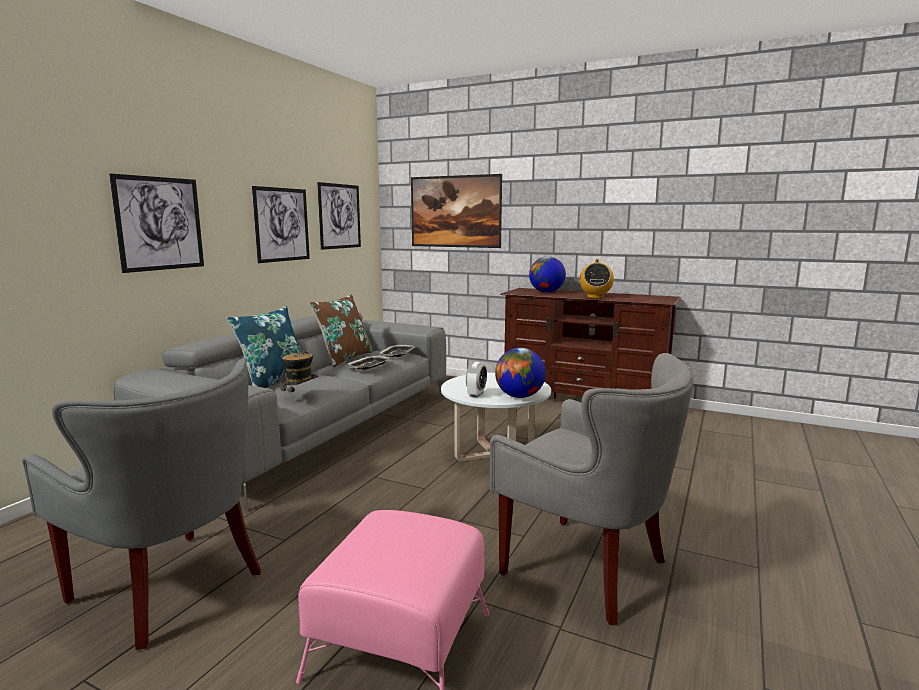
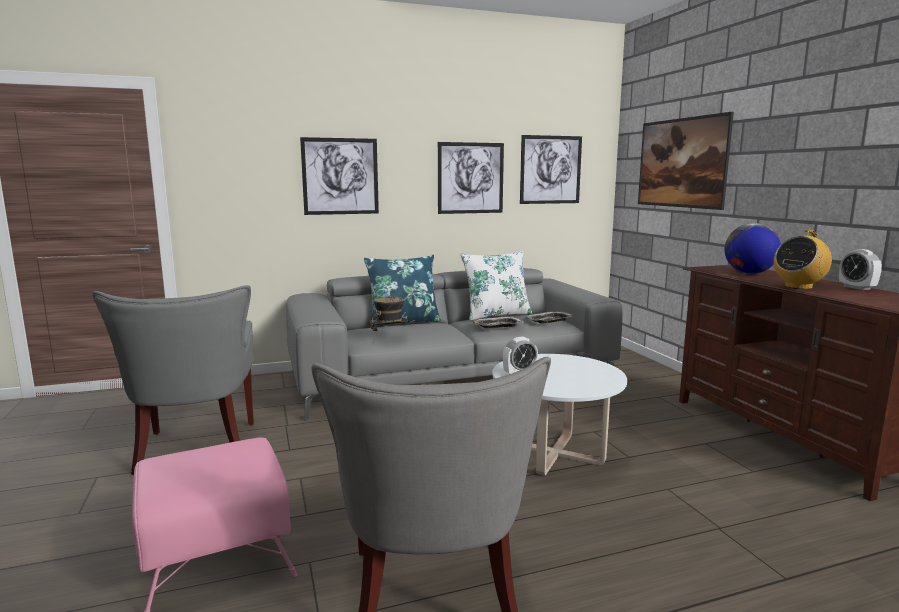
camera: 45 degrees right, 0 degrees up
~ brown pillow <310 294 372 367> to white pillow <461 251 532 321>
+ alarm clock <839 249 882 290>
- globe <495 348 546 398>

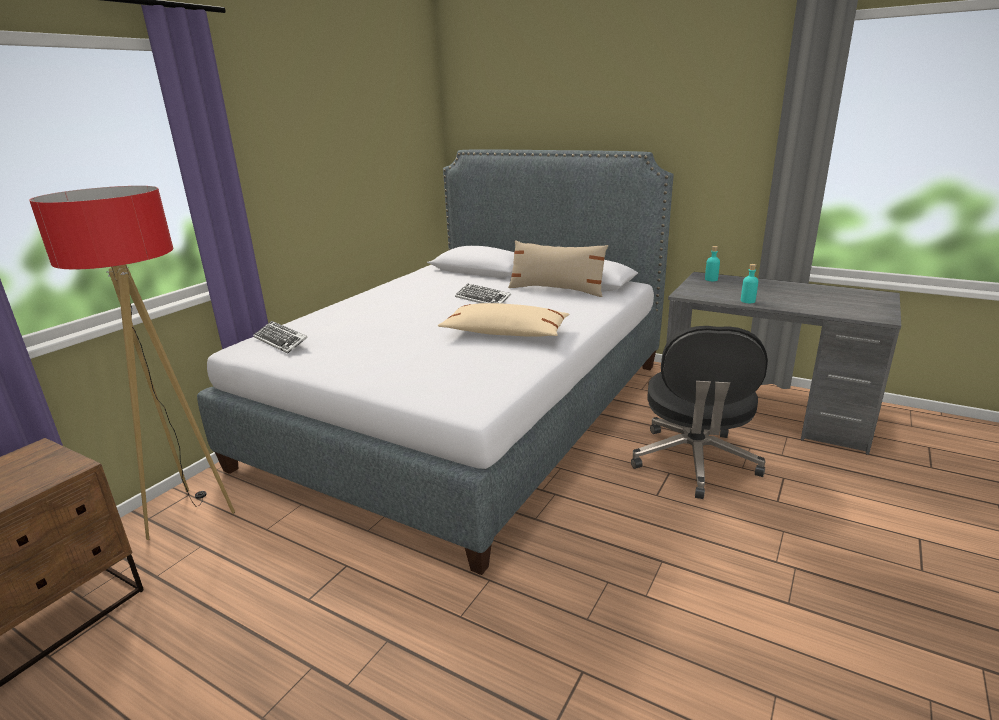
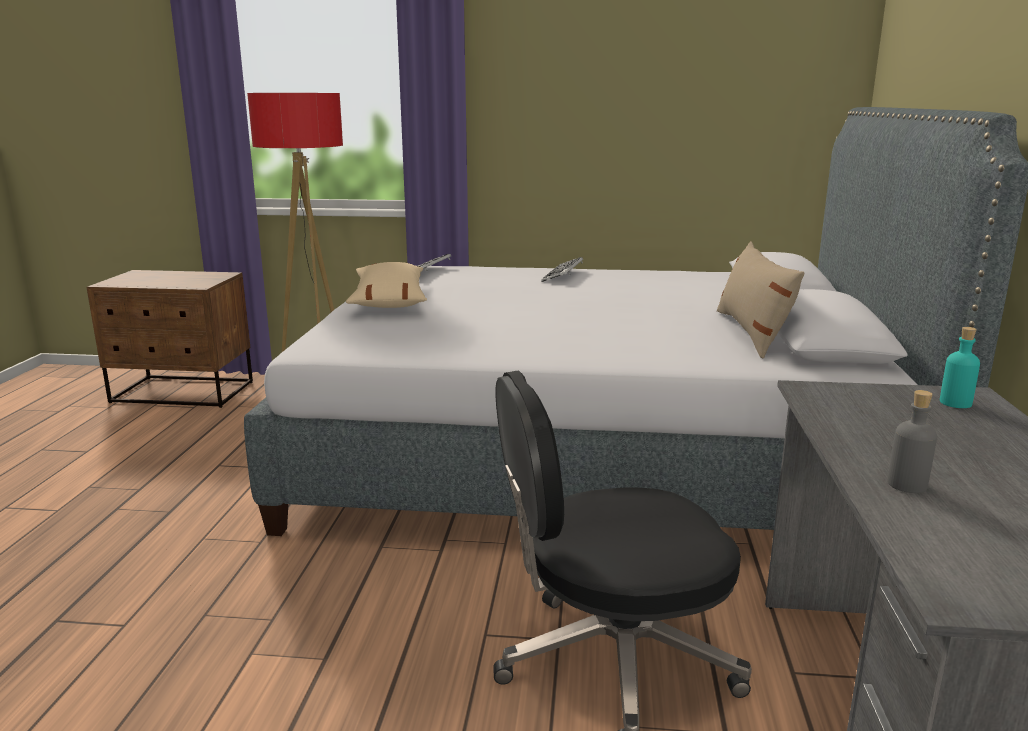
camera: 65 degrees right, 5 degrees down
~ beige pillow <438 303 569 337> to <346 262 427 308>
~ keyboard <455 283 511 303> to <541 257 583 282>
+ grey bottle <887 390 937 493>
- turquoise bottle <741 264 758 303>

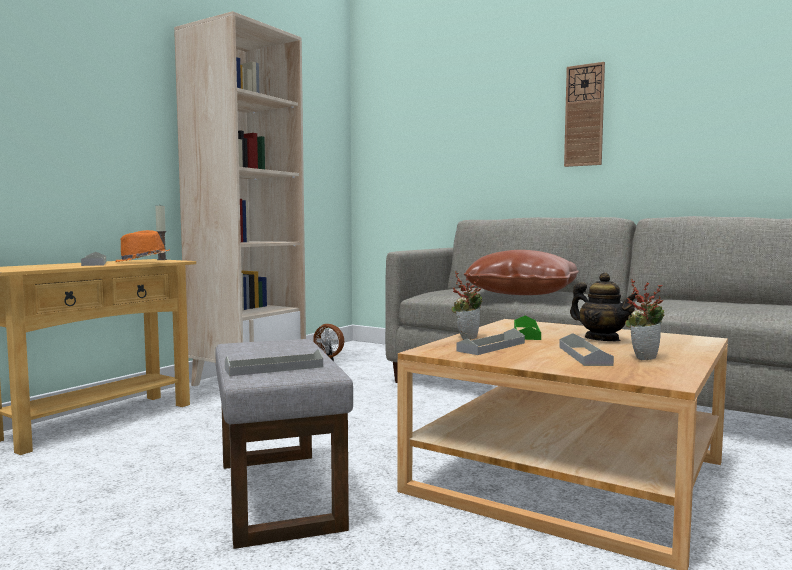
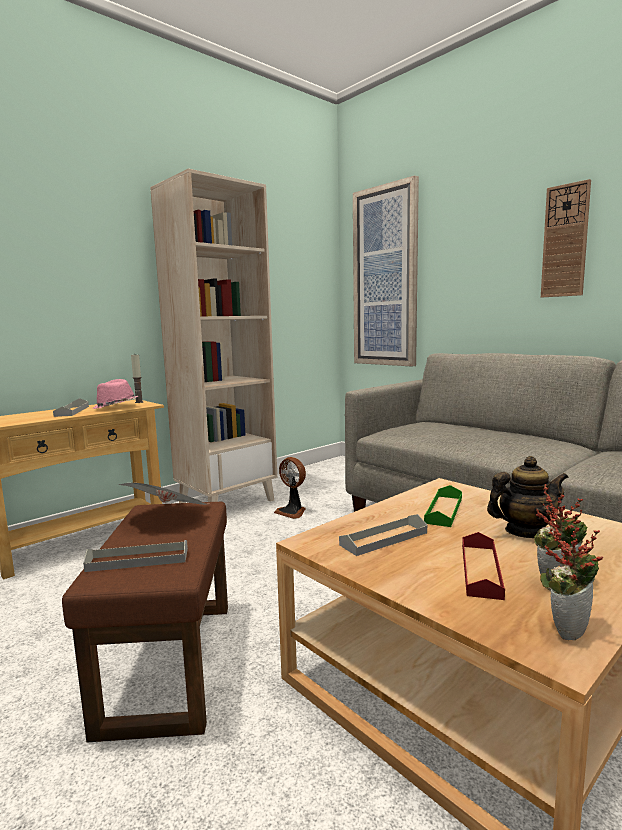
camera: 15 degrees right, 5 degrees up
~ grey ottoman <215 339 353 549> to brown ottoman <62 502 228 743>
~ orange hat <115 230 170 262> to pink hat <92 379 138 409>
+ newspaper <119 483 207 505>
+ picture <353 175 419 367>
~ grey tray <559 333 614 366> to red tray <462 532 505 600>
~ teapot <570 272 638 341> = <487 456 568 538> 75 degrees counterclockwise
~ potted plant <452 271 482 340> to <540 514 603 640>
- brown pillow <464 250 579 295>

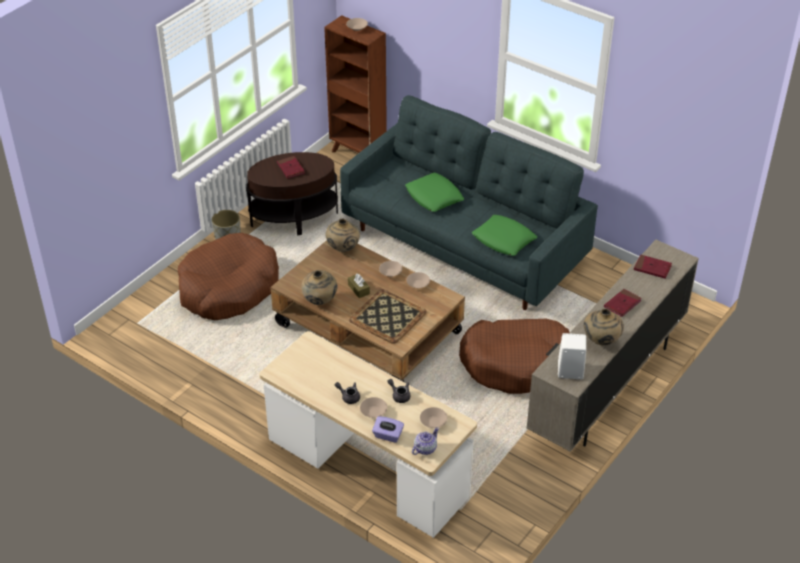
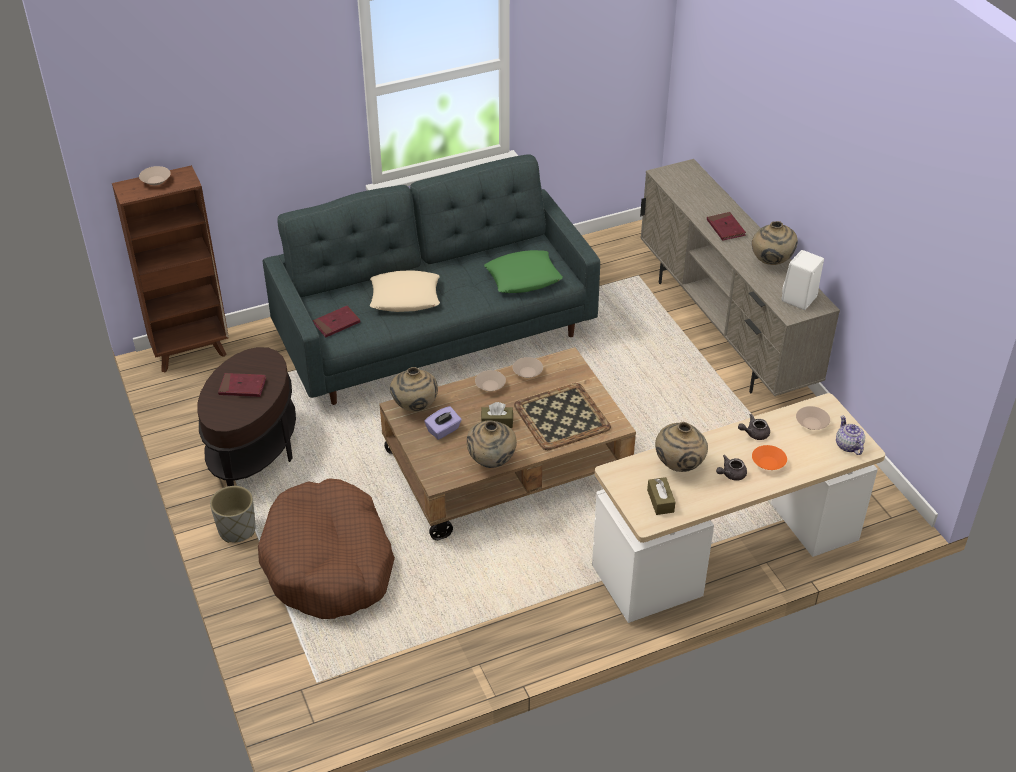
camera: 60 degrees left, 0 degrees up
~ red book <634 255 672 279> to <313 306 360 338>
~ green pillow <405 173 464 212> to beige pillow <370 270 440 312>
~ purple tissue box <372 416 404 443> to <424 406 462 440>
+ brown tissue box <647 477 675 515>
+ beige vase <655 422 708 472>
~ beige bowl <360 397 387 418> to orange bowl <752 445 787 470>
- brown dog bed <459 319 570 394>

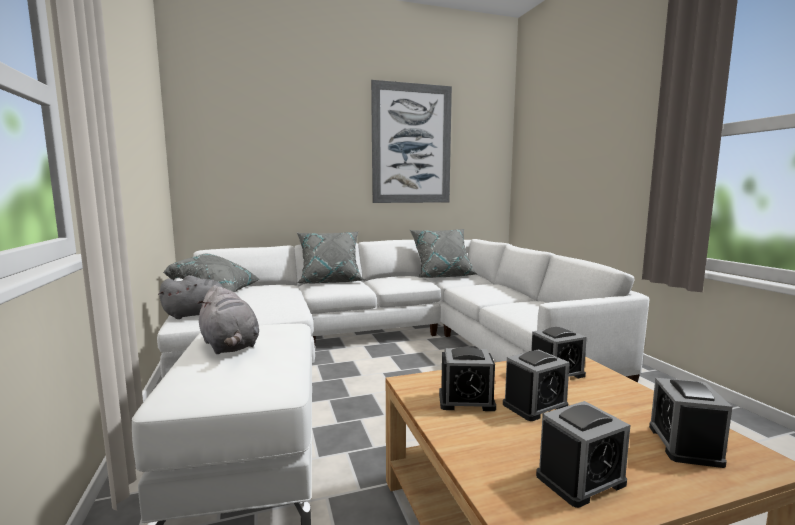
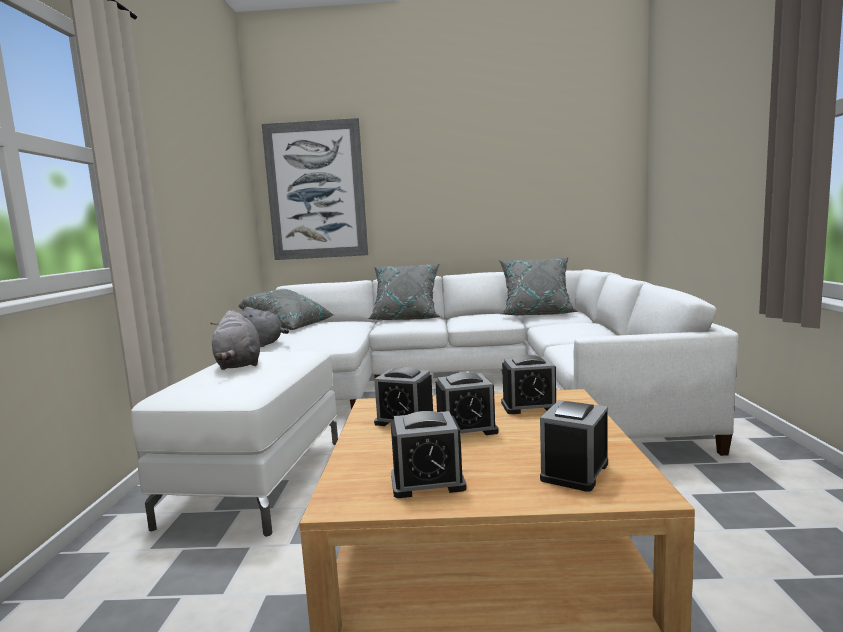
camera: 20 degrees right, 0 degrees up
~ picture <371 80 452 203> to <262 118 368 260>

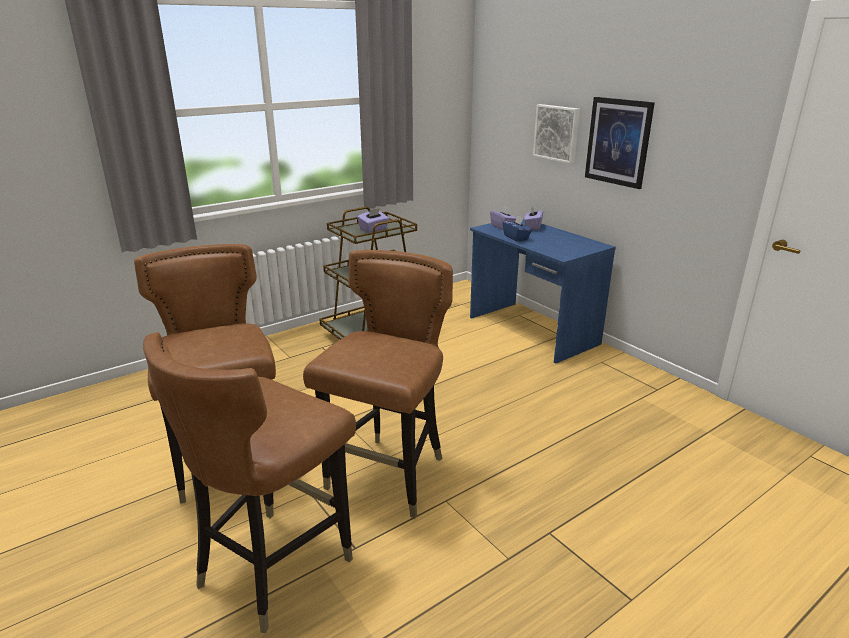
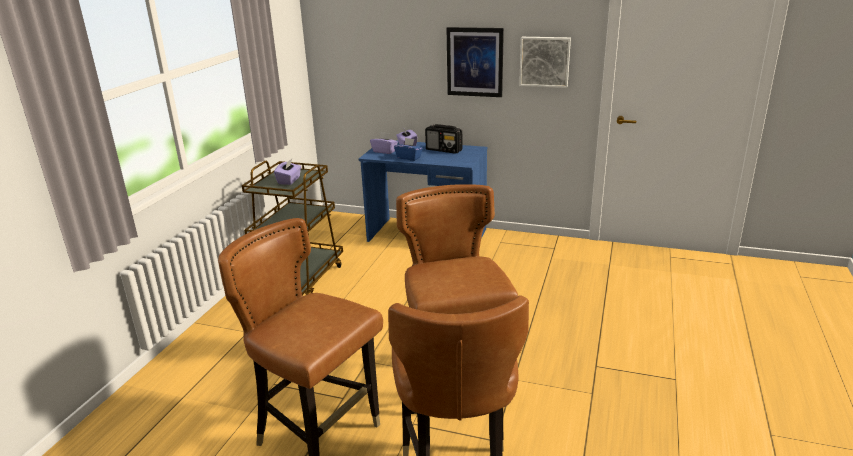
camera: 35 degrees left, 0 degrees up
+ radio <425 124 462 154>
~ picture <533 104 580 164> to <519 37 571 88>

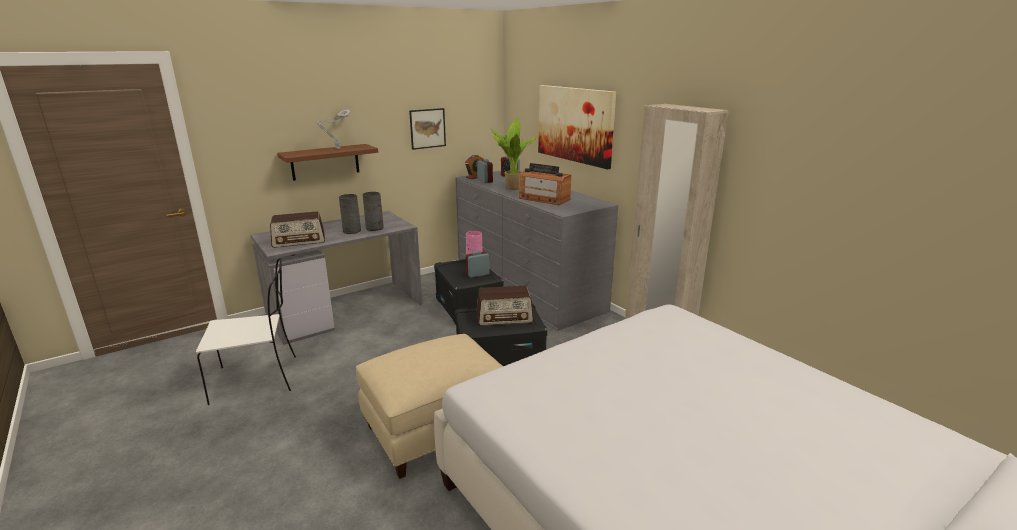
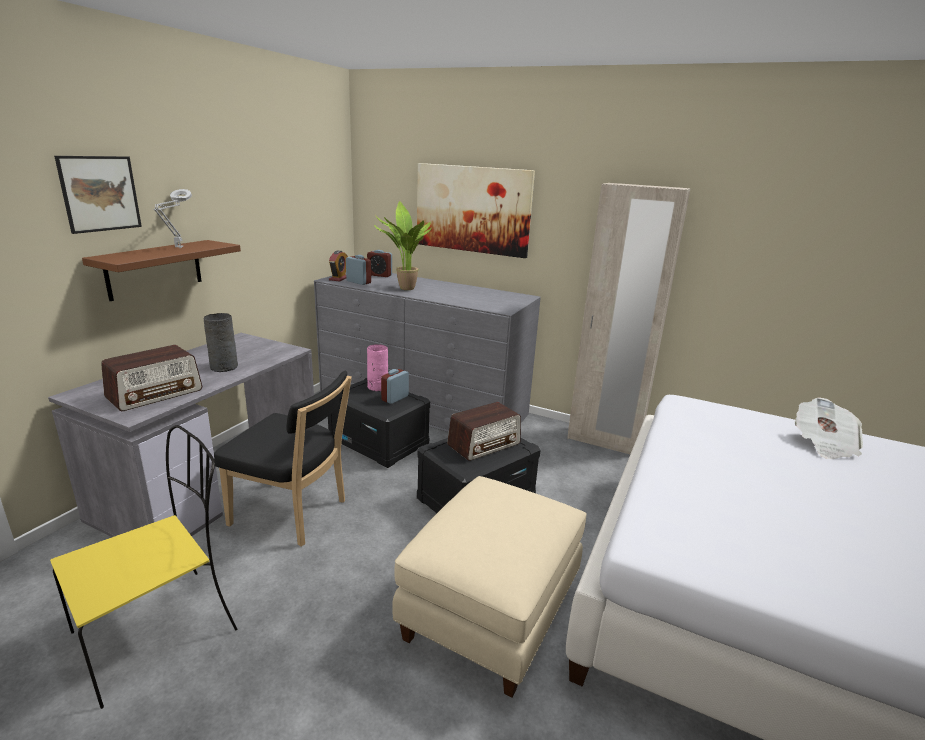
camera: 30 degrees left, 0 degrees up
~ white chair <196 258 296 405> to yellow chair <50 425 237 709>
~ picture <409 108 446 150> to <54 156 142 234>
+ black chair <214 370 352 547>
+ newspaper <795 397 863 459>
- grey vase <363 192 384 231>
- radio <519 163 571 205>

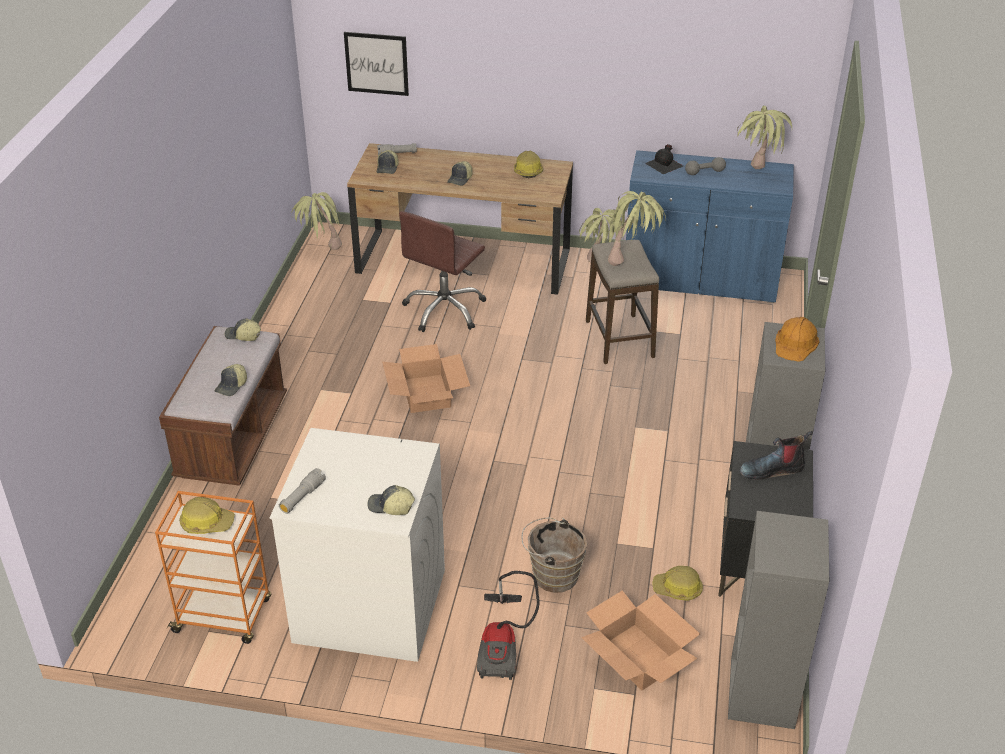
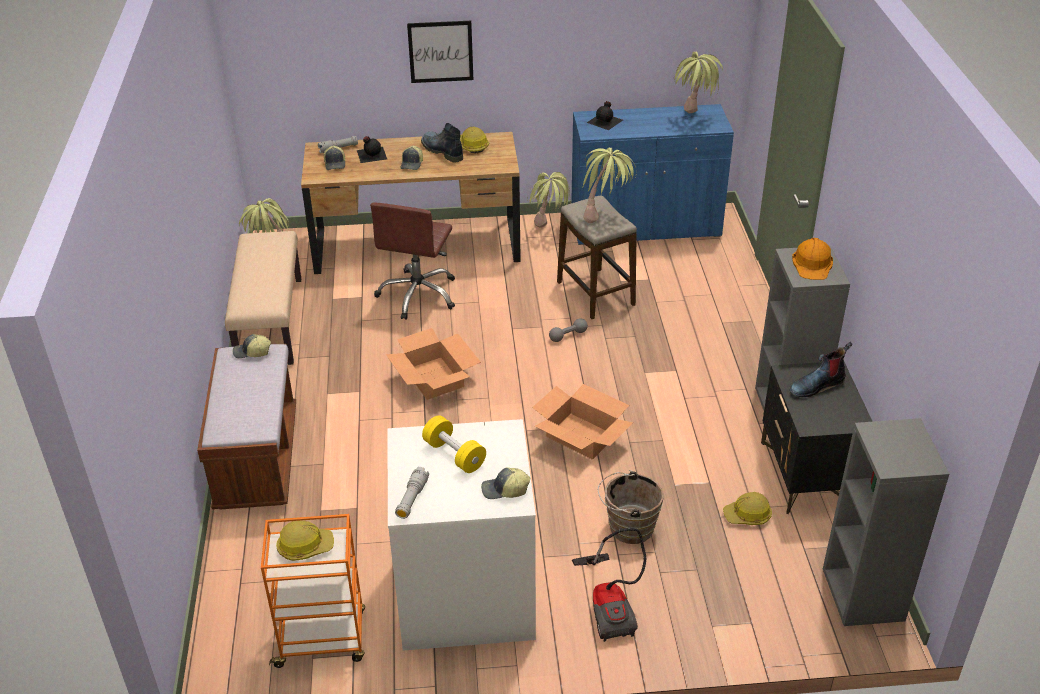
camera: 15 degrees left, 0 degrees up
+ beige bench <225 231 301 365>
+ black bottle <357 136 387 163>
~ picture <344 32 409 96> to <407 21 473 83>
+ boot <421 123 463 163>
+ yellow dumbbell <422 415 486 473>
~ cardboard box <581 591 700 690> to <532 384 633 460>
~ grey dumbbell <685 157 726 175> to <549 318 588 342>
- cap <215 364 247 396>

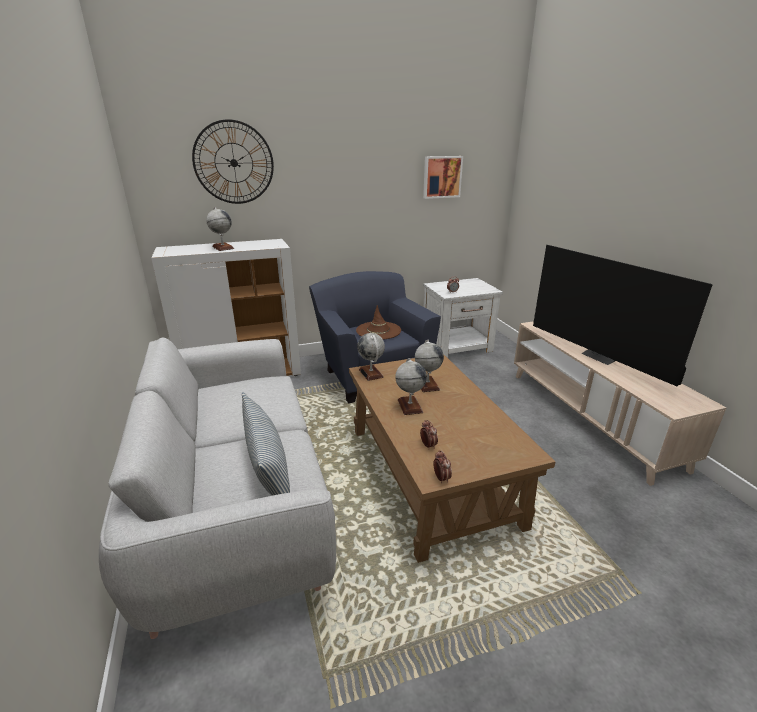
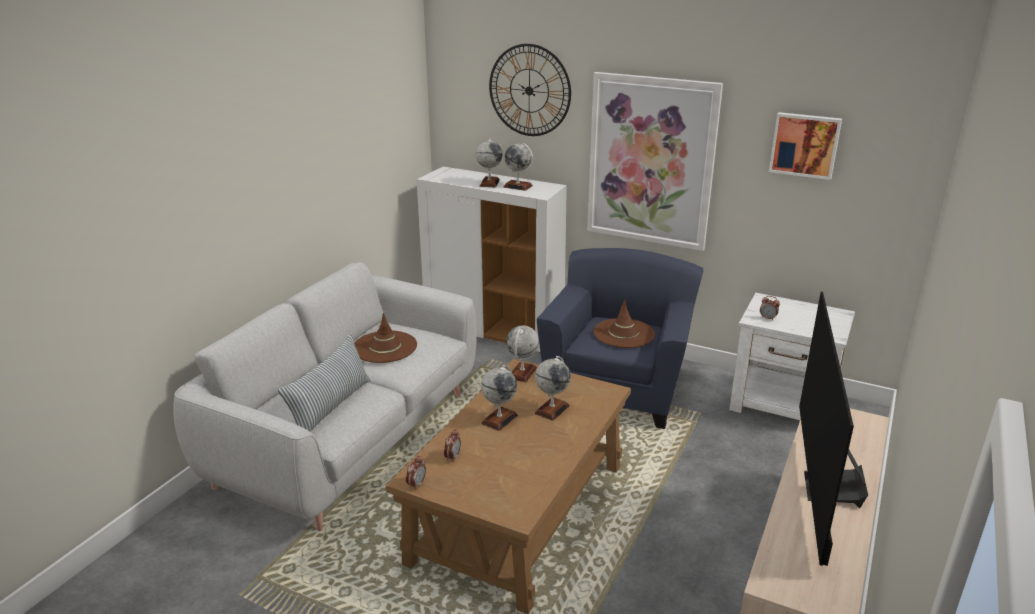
camera: 45 degrees right, 0 degrees up
+ brown hat <354 313 417 363>
+ globe <503 143 533 191>
+ picture <587 72 723 251>

